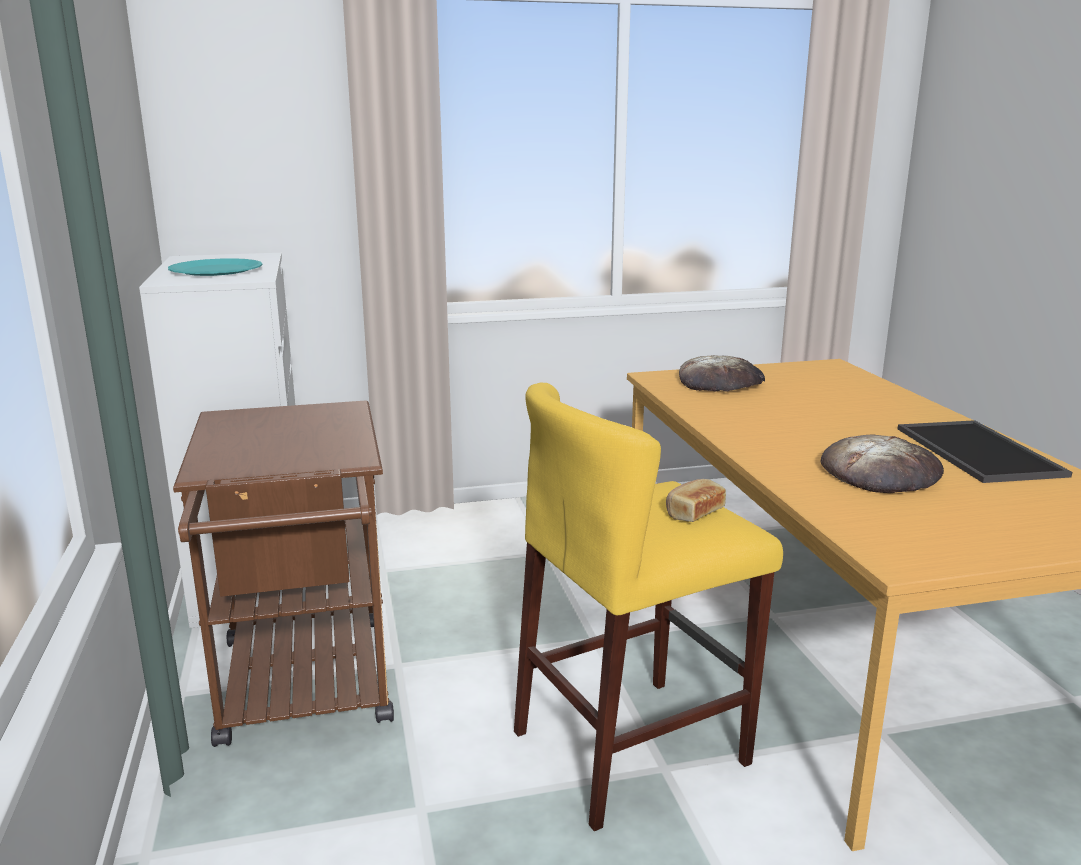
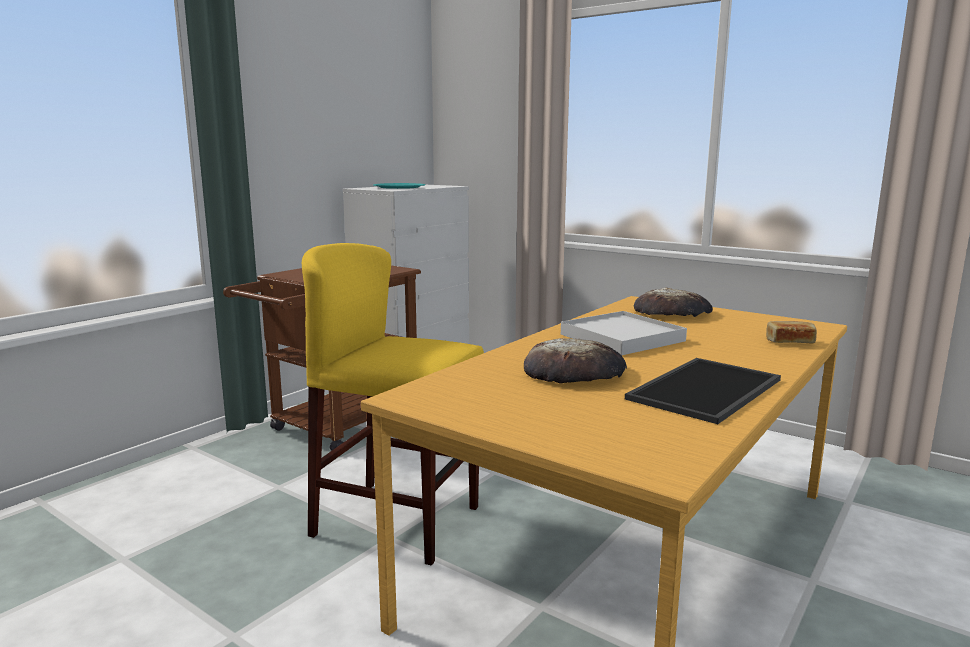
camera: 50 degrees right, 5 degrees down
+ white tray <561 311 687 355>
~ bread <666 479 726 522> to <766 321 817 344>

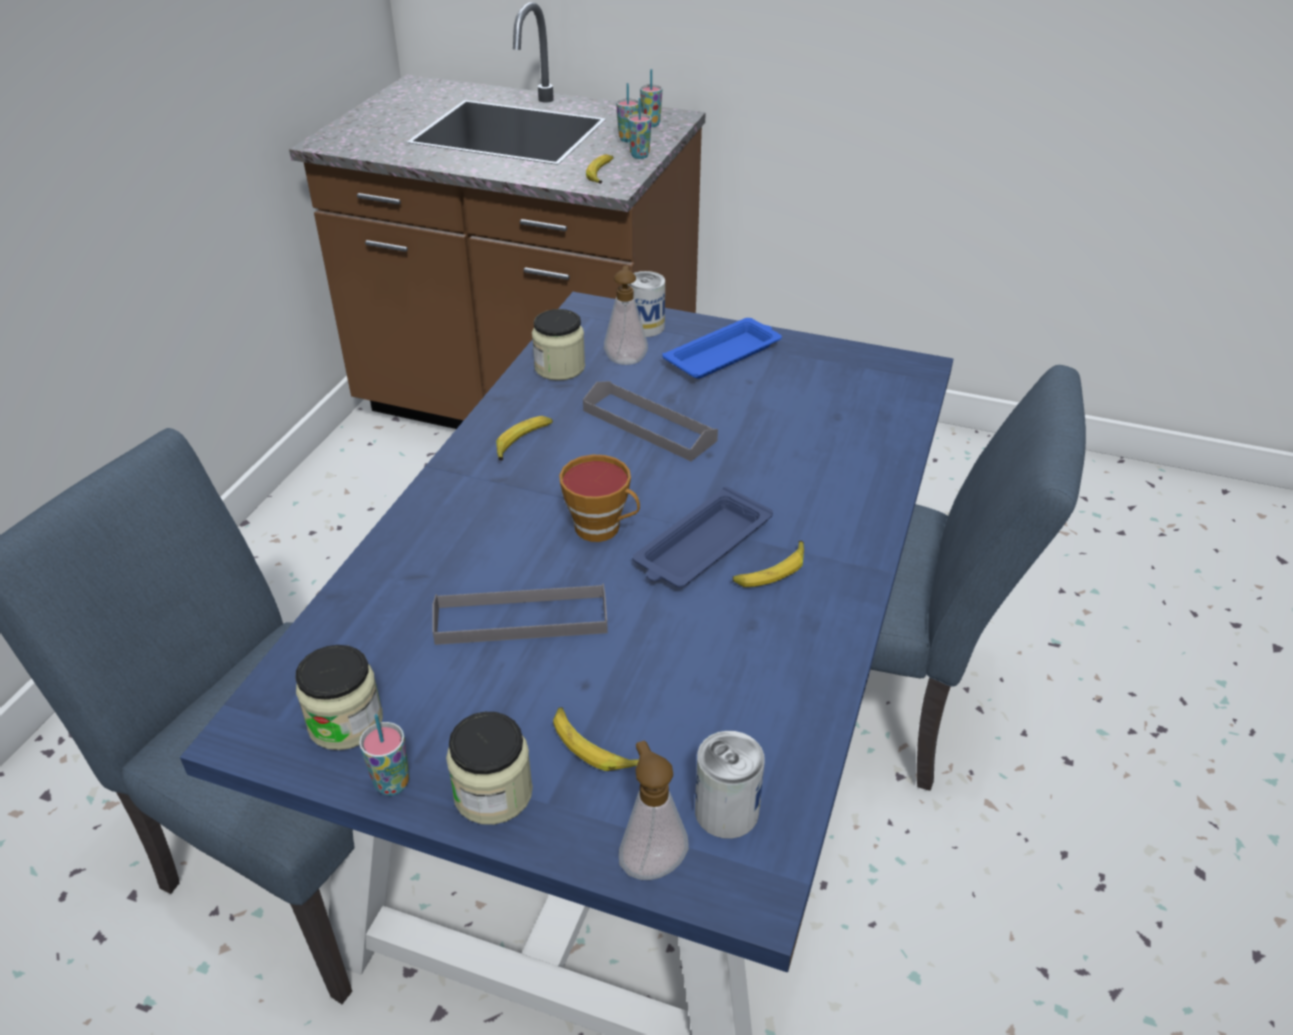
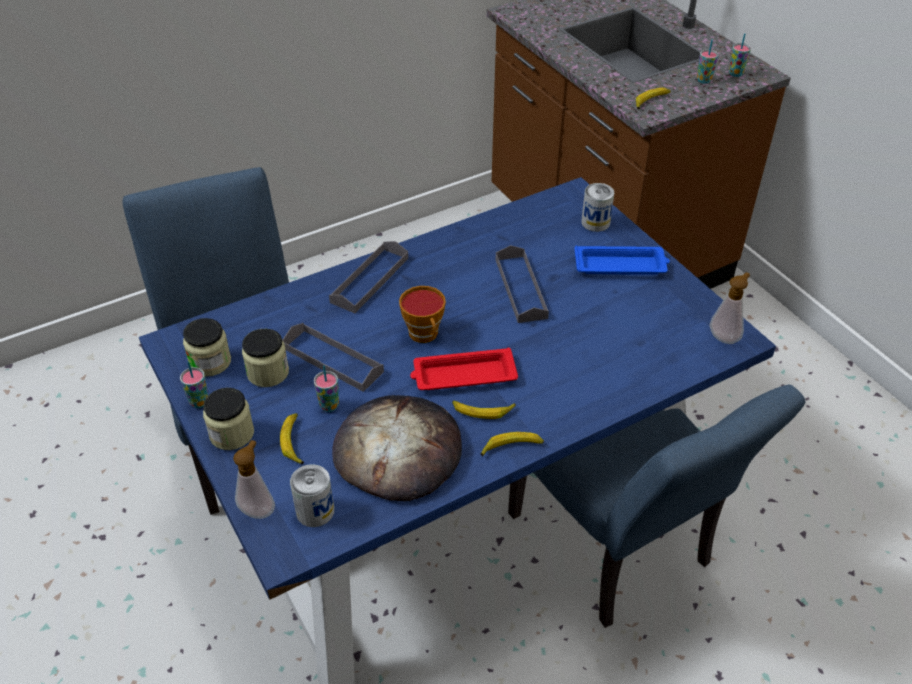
camera: 40 degrees right, 5 degrees up
~ jar <532 309 585 381> to <242 329 289 387>
~ cup <628 98 652 159> to <314 365 339 412>
+ grey tray <329 241 408 313>
+ bread <332 395 462 501>
~ blue tray <633 486 773 588> to red tray <410 348 518 390>
~ banana <496 416 553 461> to <480 432 544 456>
~ soap dispenser <604 266 648 365> to <710 272 750 344>

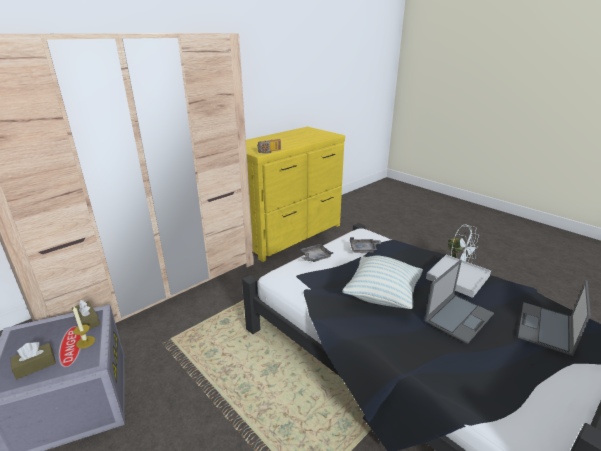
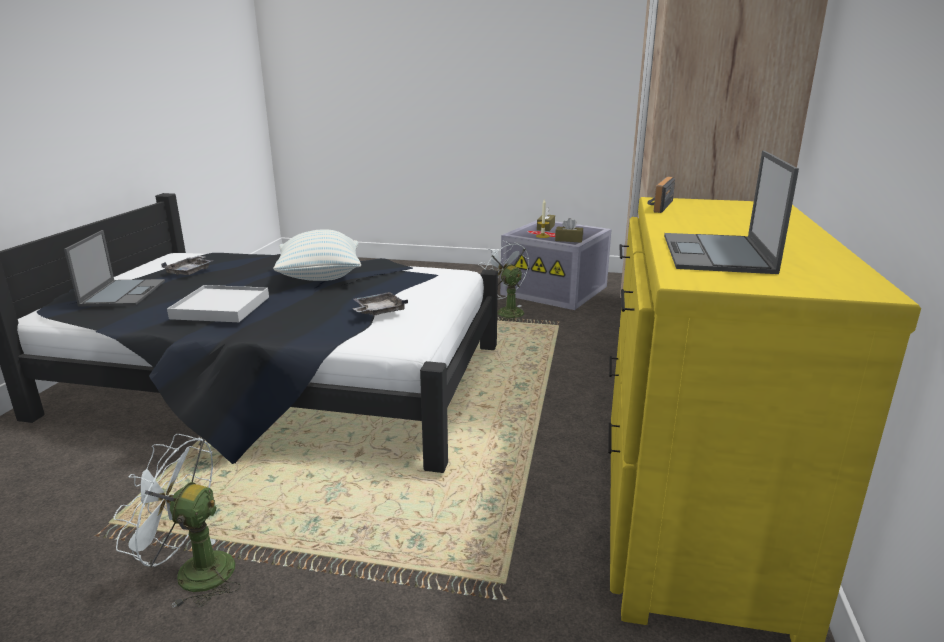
camera: 145 degrees right, 5 degrees down
~ grey tray <300 244 333 262> to <161 255 213 276>
+ white fan <478 241 529 321>
~ laptop <425 260 494 344> to <664 151 799 274>

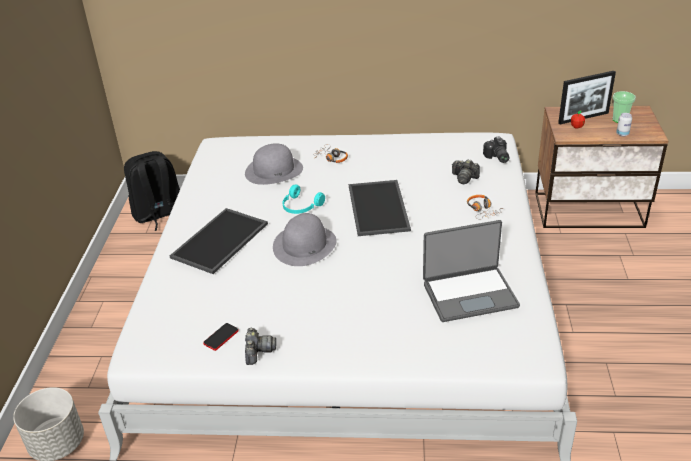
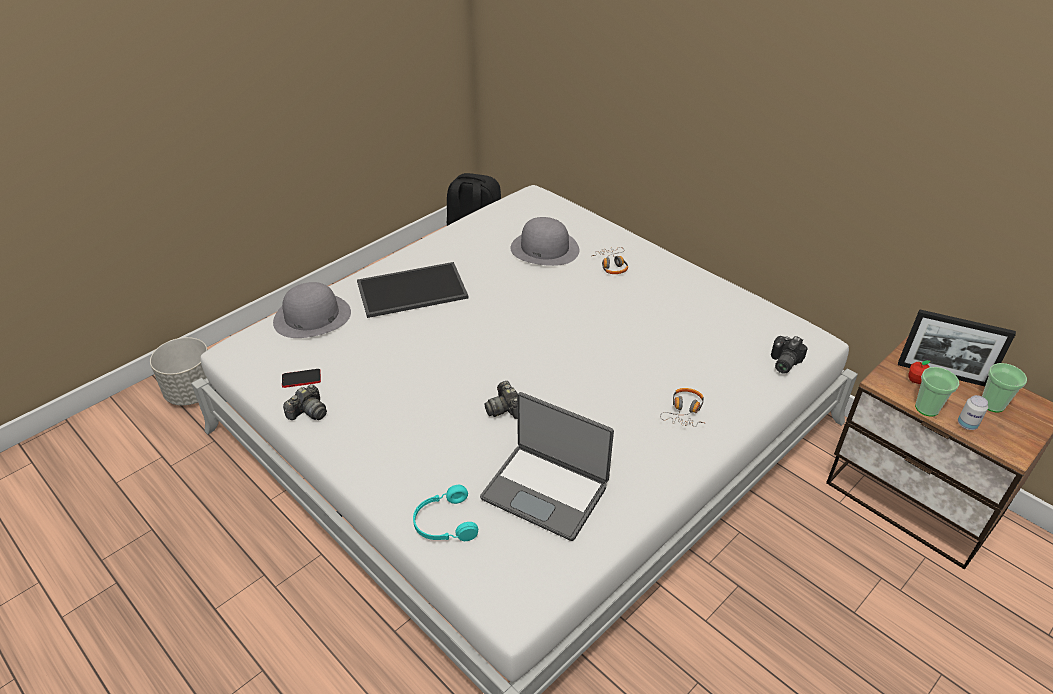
camera: 40 degrees right, 5 degrees up
~ grey hat <273 213 337 266> to <273 282 351 338>
~ turquoise headphones <283 185 325 214> to <413 485 478 541>
~ photo camera <452 159 480 184> to <484 381 518 419>
+ cup <915 367 959 417>
- tray <349 180 411 236>

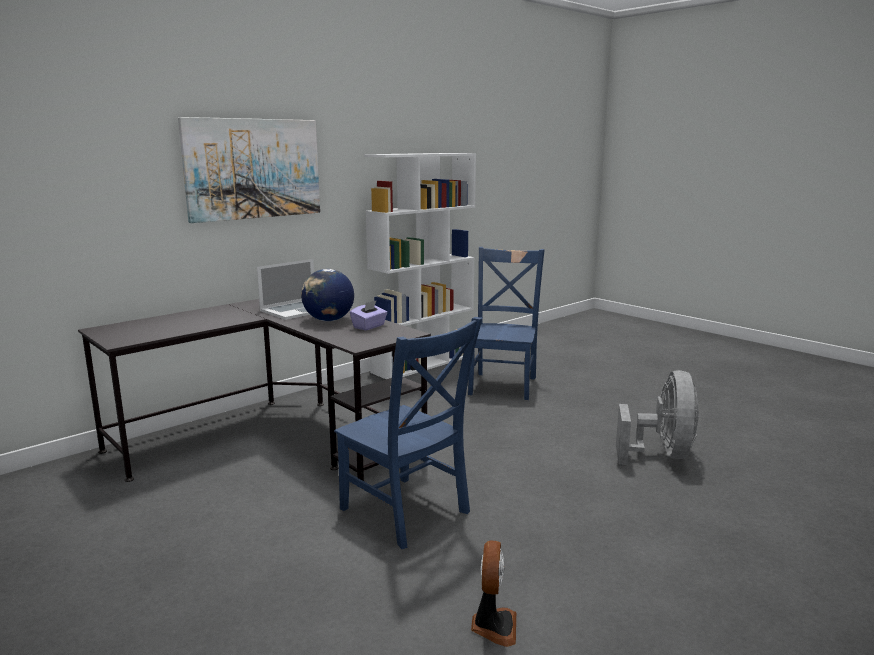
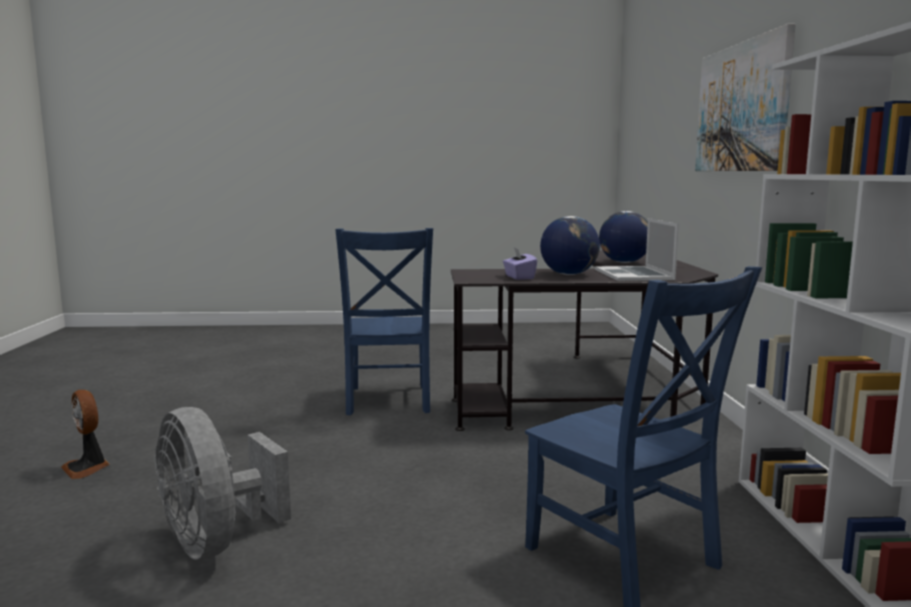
camera: 130 degrees right, 5 degrees down
~ fan <471 541 516 647> to <61 390 110 479>
~ blue chair <334 317 483 549> = <335 228 433 415> 90 degrees counterclockwise
+ globe <599 211 648 263>

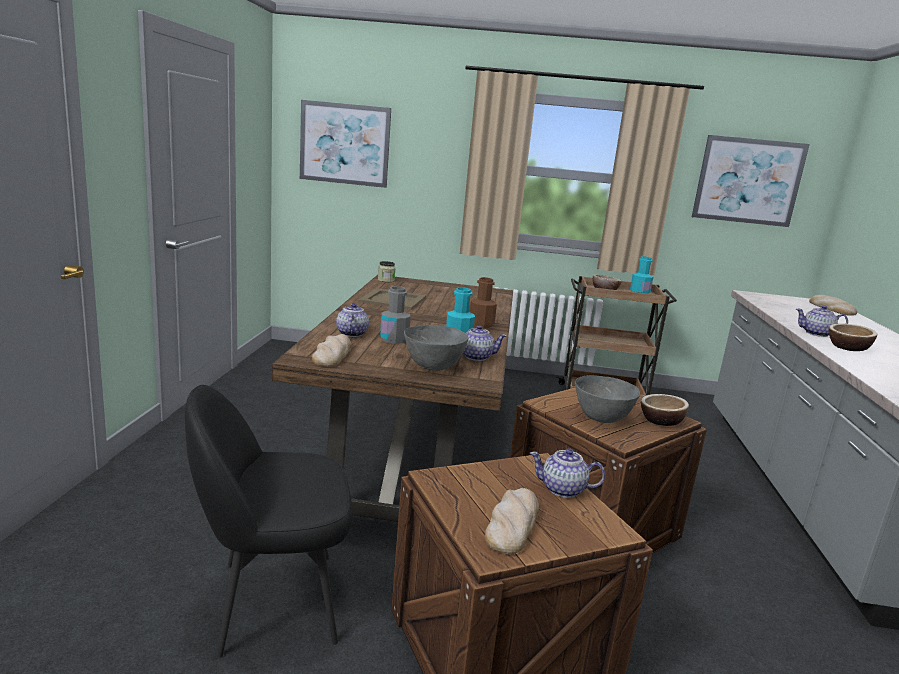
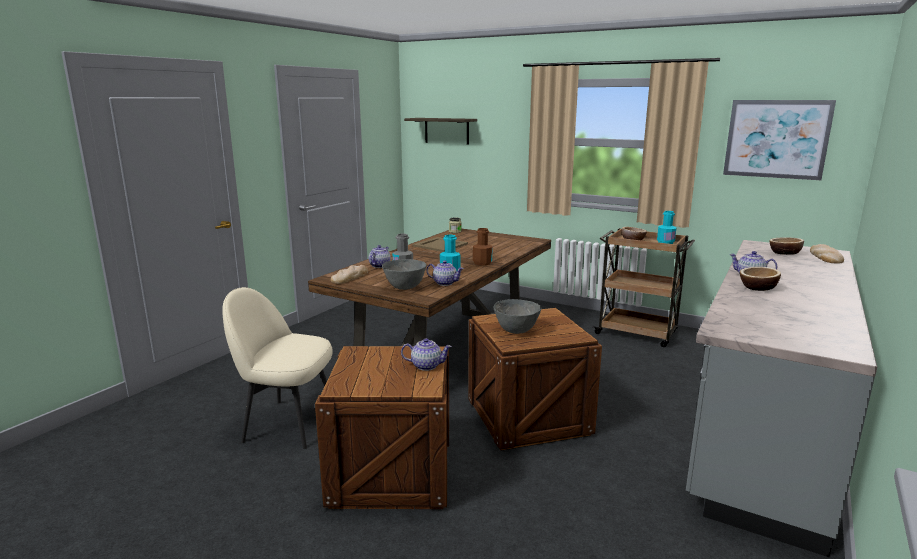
camera: 25 degrees right, 0 degrees up
~ black chair <185 385 352 658> to beige chair <222 287 333 449>
~ teapot <530 448 605 498> = <401 338 452 371> 150 degrees clockwise
~ picture <300 100 391 188> to shelf <404 118 477 144>
~ bowl <641 394 689 426> to <770 237 804 255>
- bread <485 488 539 554>

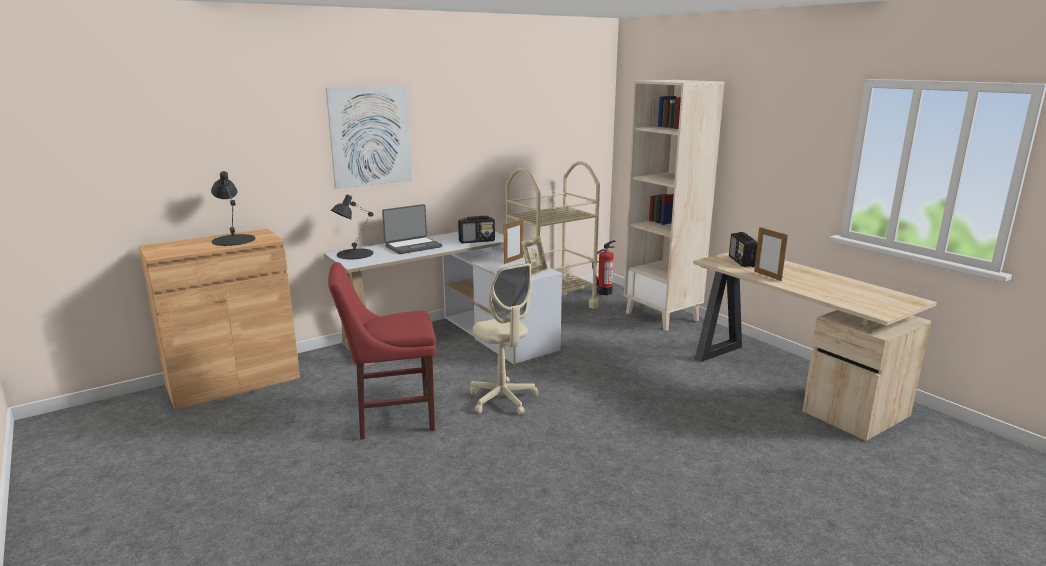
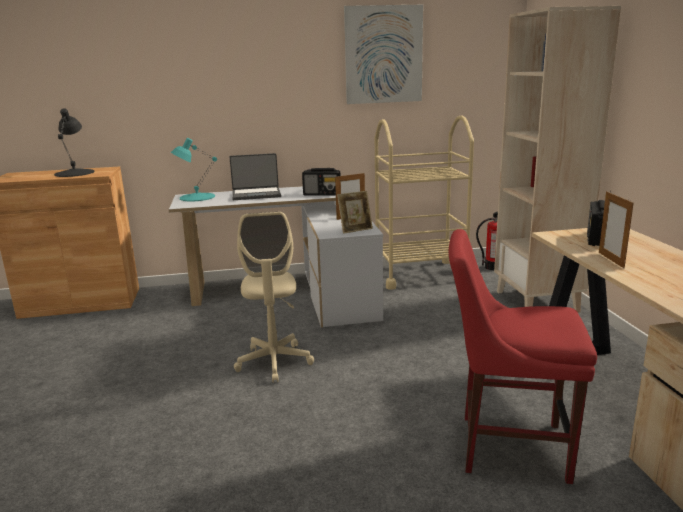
camera: 25 degrees right, 0 degrees up
~ black table lamp <331 194 374 259> to turquoise table lamp <171 138 217 201>
~ picture <326 86 412 189> to <344 5 423 104>
~ red chair <328 262 436 440> to <449 229 597 484>

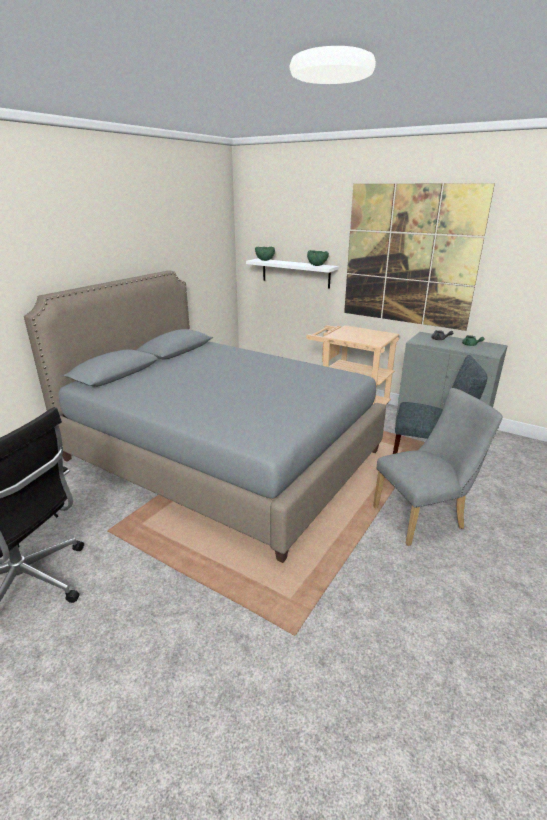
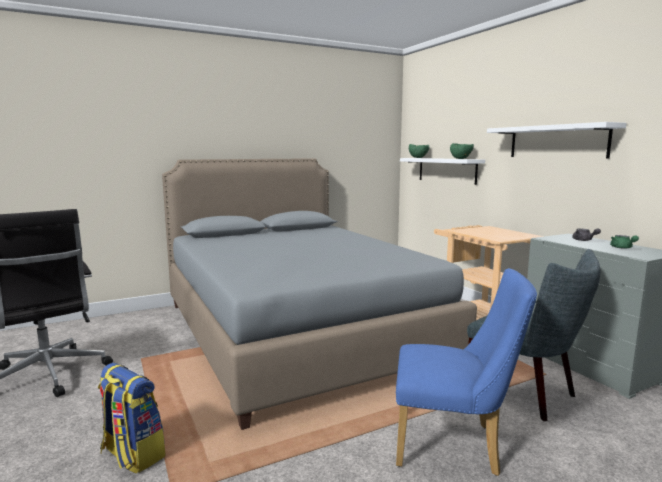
camera: 30 degrees right, 15 degrees down
+ backpack <98 363 166 474>
~ grey chair <373 388 503 546> to blue chair <396 268 537 476>
~ picture <344 183 495 331> to white shelf <487 122 626 158>

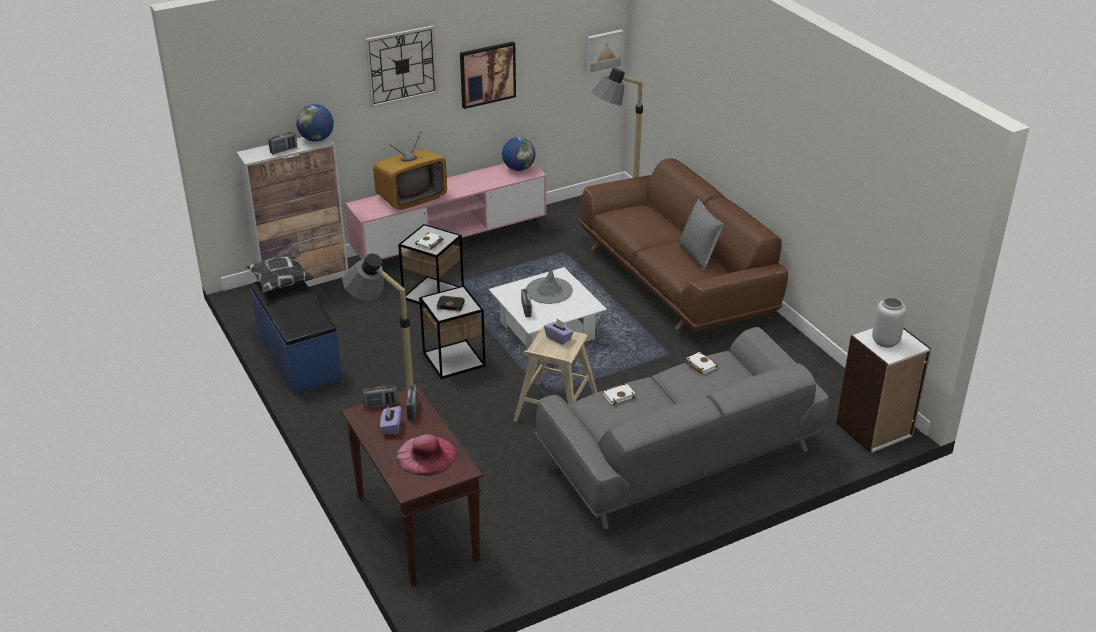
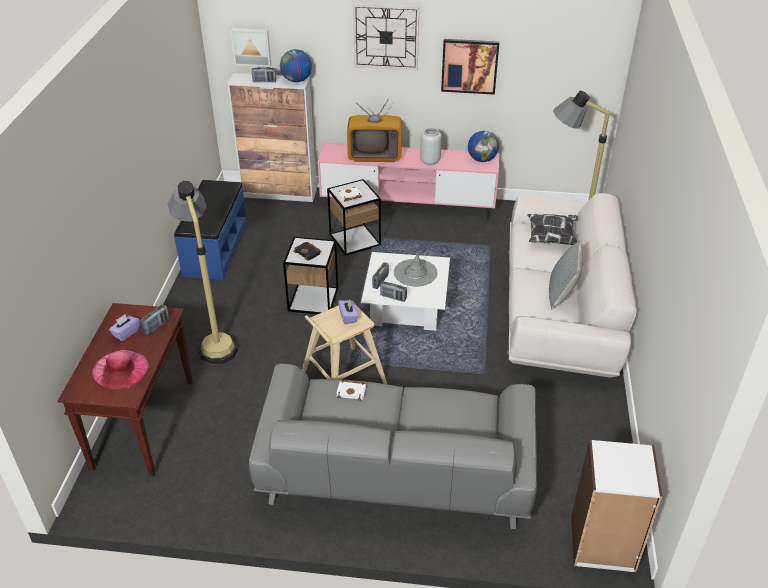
camera: 35 degrees right, 5 degrees up
~ picture <587 30 624 75> to <231 28 271 67>
~ radio <363 385 398 408> to <380 281 407 302>
~ grey vase <872 297 906 348> to <420 128 442 165>
~ brown sofa <578 158 788 332> to white sofa <506 193 637 383>
~ pillow <245 251 315 292> to <527 214 578 245>
- white book <685 352 718 374>

